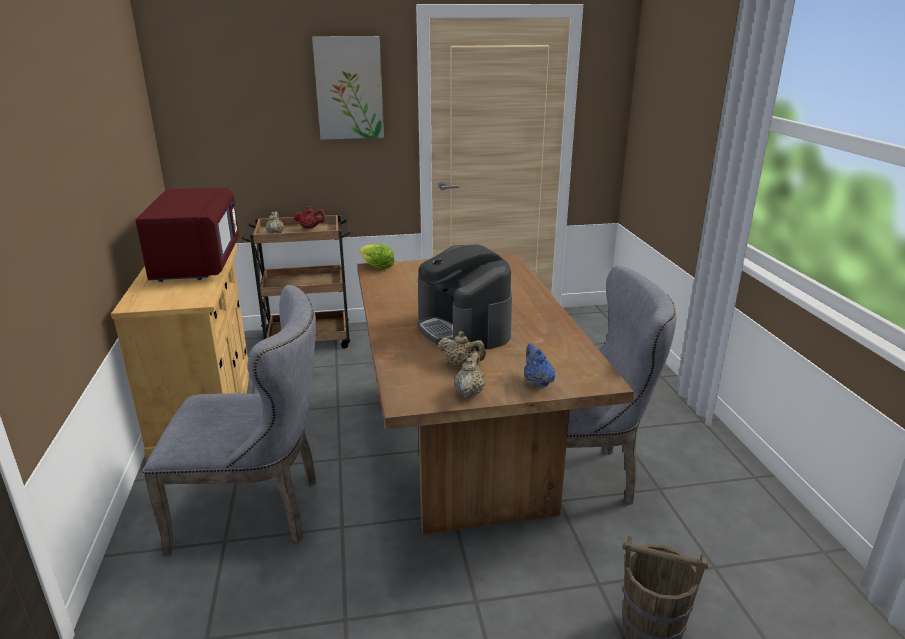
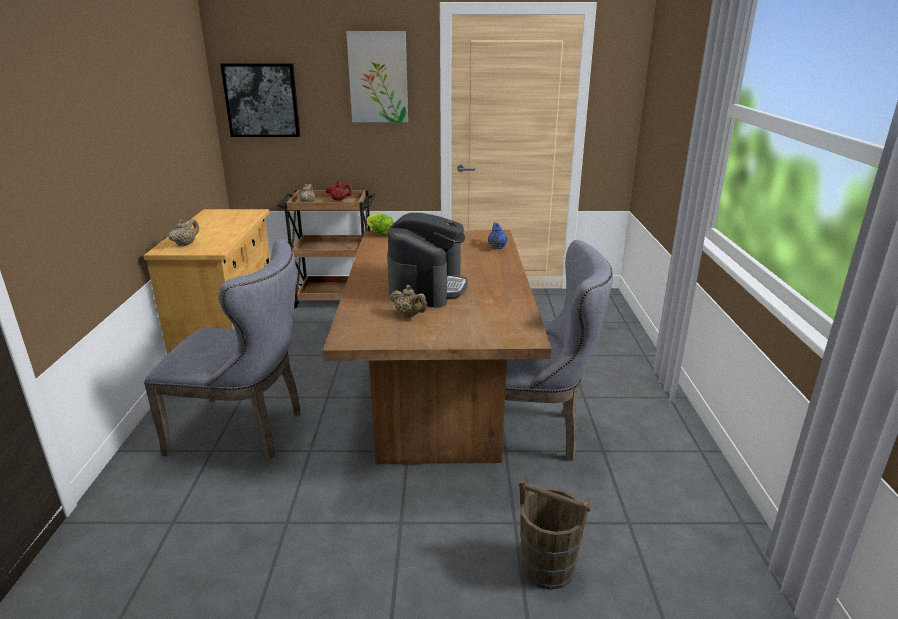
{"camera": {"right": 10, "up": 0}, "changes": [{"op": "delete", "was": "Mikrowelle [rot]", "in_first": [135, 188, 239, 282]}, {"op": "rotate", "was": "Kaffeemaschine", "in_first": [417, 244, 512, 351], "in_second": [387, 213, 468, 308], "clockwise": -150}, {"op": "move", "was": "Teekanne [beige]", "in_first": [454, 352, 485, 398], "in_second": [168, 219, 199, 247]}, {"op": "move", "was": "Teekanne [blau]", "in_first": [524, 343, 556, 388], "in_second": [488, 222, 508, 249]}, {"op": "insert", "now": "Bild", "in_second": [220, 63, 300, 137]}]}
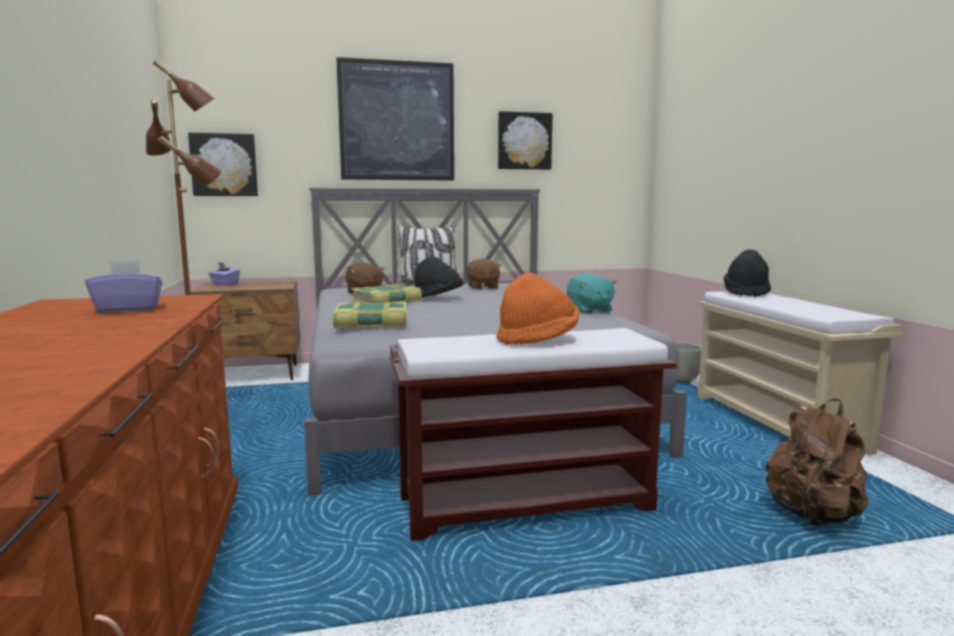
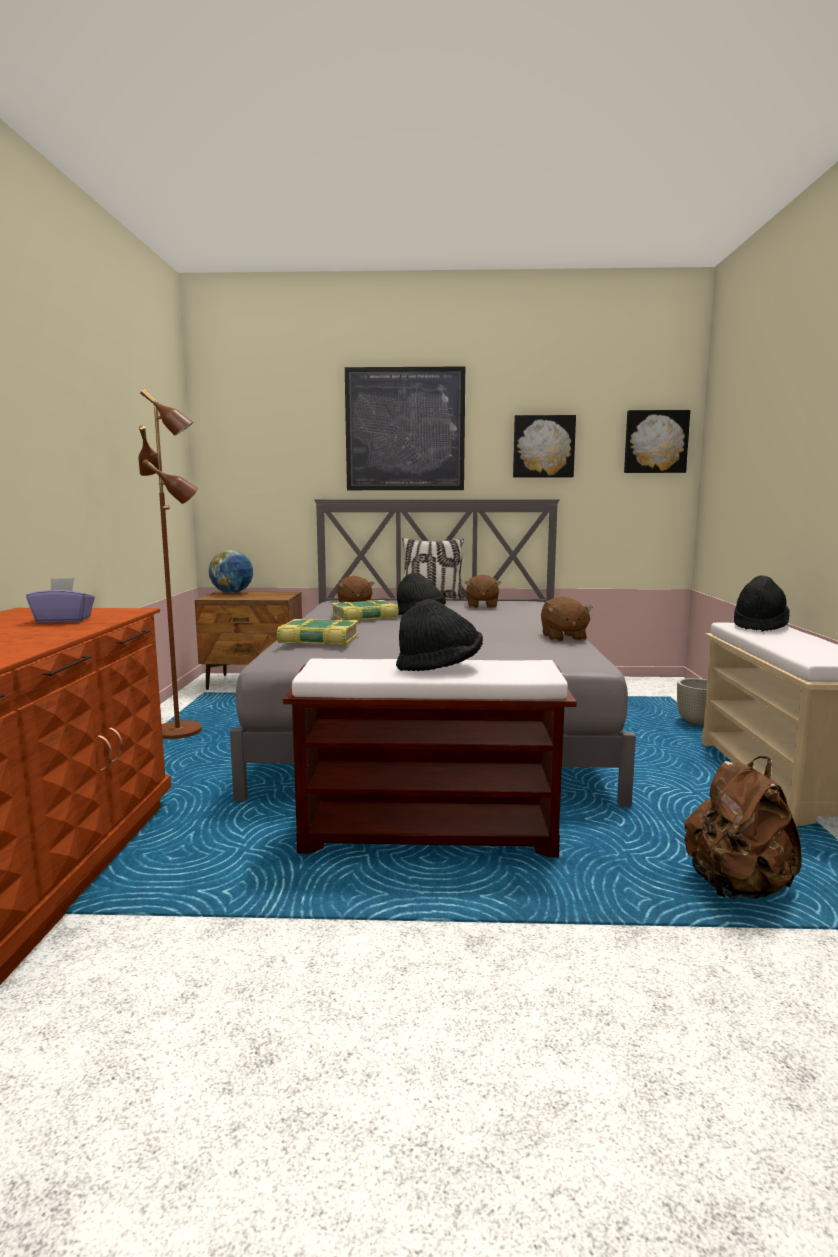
{"camera": {"right": 15, "up": 0}, "changes": [{"op": "move", "was": "Bild", "in_first": [188, 133, 258, 196], "in_second": [624, 410, 690, 473]}, {"op": "replace", "was": "Taschentuchbox [lila]", "now": "Globus", "in_first": [209, 262, 240, 286], "in_second": [209, 550, 253, 593]}, {"op": "recolor", "was": "Hut [orange]", "now": "Hut [schwarz]", "in_first": [496, 273, 579, 345], "in_second": [396, 599, 483, 671]}, {"op": "recolor", "was": "Plüschtier [türkis]", "now": "Plüschtier [braun]", "in_first": [566, 273, 617, 314], "in_second": [541, 597, 593, 641]}]}
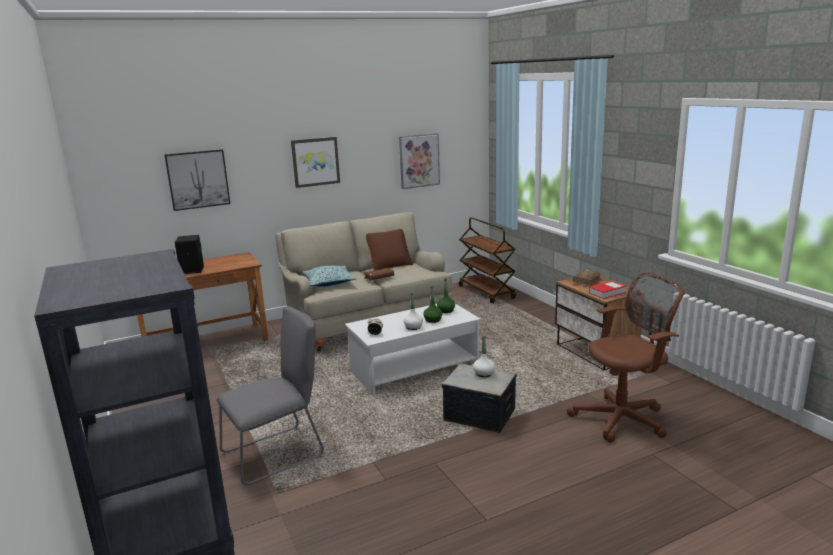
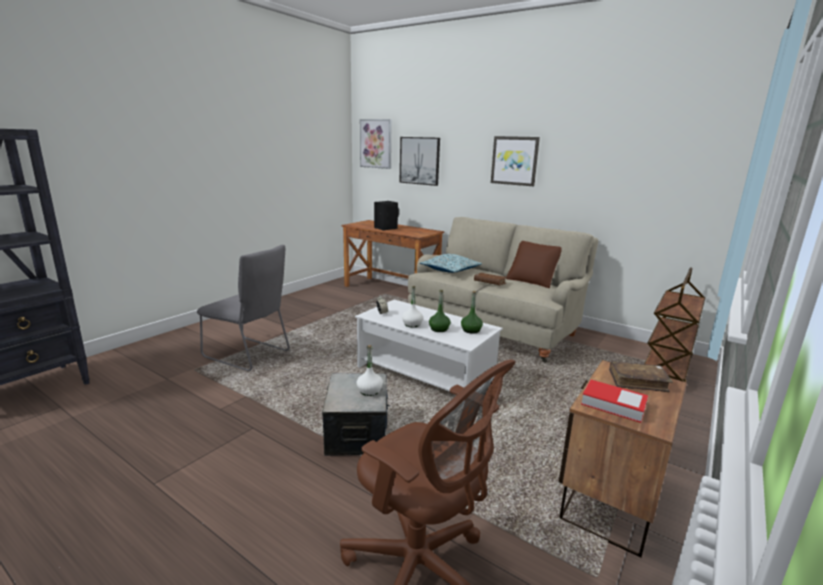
{"camera": {"right": 60, "up": 0}, "changes": [{"op": "move", "was": "Bild", "in_first": [399, 133, 440, 189], "in_second": [360, 119, 392, 169]}]}
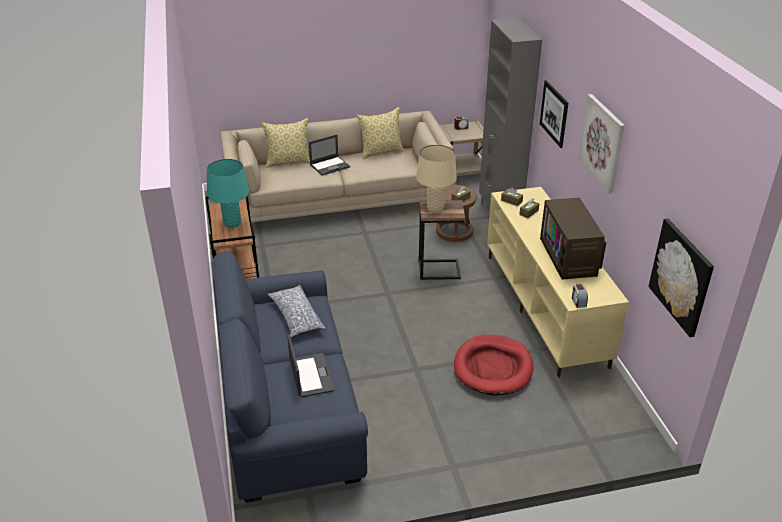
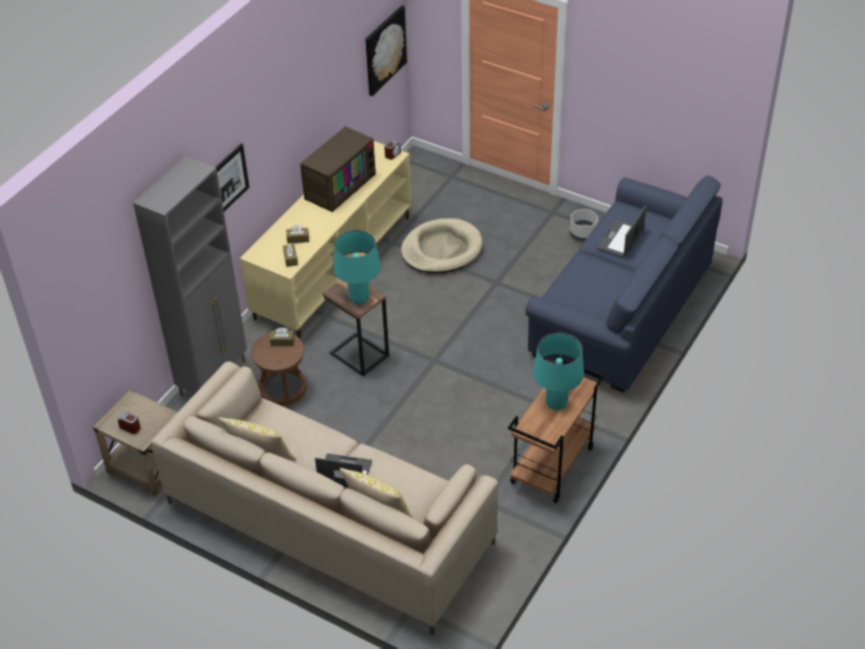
{"camera": {"right": -135, "up": 10}, "changes": [{"op": "delete", "was": "Kissen", "in_first": [267, 285, 326, 337]}, {"op": "recolor", "was": "Tischlampe [beige]", "now": "Tischlampe [türkis]", "in_first": [416, 145, 457, 213], "in_second": [333, 230, 381, 304]}, {"op": "recolor", "was": "Hundebett [rot]", "now": "Hundebett [beige]", "in_first": [454, 335, 534, 396], "in_second": [401, 218, 483, 274]}, {"op": "delete", "was": "Bild", "in_first": [578, 94, 625, 193]}, {"op": "insert", "now": "Pflanzkübel [grau]", "in_second": [570, 209, 598, 241]}]}
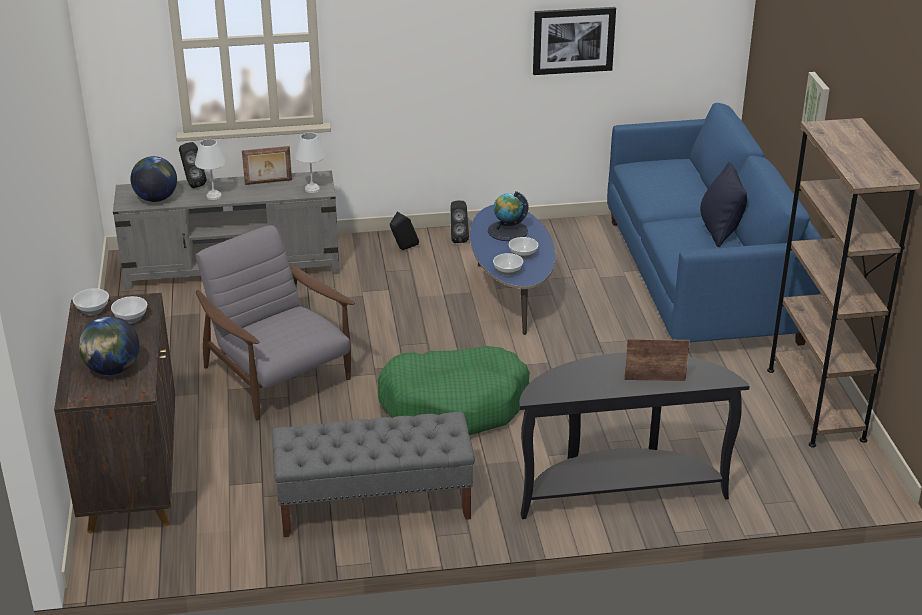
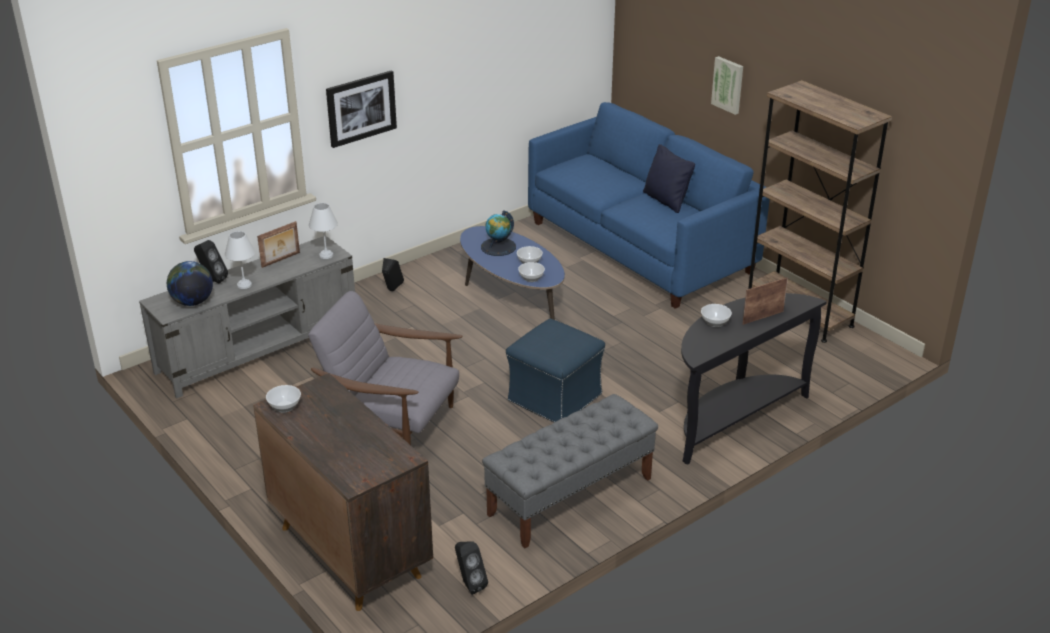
{"camera": {"right": -30, "up": 0}, "changes": [{"op": "delete", "was": "Globus", "in_first": [79, 316, 139, 375]}, {"op": "move", "was": "Schüssel", "in_first": [111, 296, 147, 324], "in_second": [701, 304, 732, 327]}, {"op": "replace", "was": "Hundebett [grün]", "now": "Polsterhocker [blau]", "in_first": [378, 346, 530, 435], "in_second": [506, 319, 605, 423]}, {"op": "move", "was": "Lautsprecher [schwarz]", "in_first": [451, 201, 469, 243], "in_second": [455, 542, 488, 595]}, {"op": "move", "was": "Bild", "in_first": [533, 7, 616, 75], "in_second": [326, 70, 397, 148]}]}
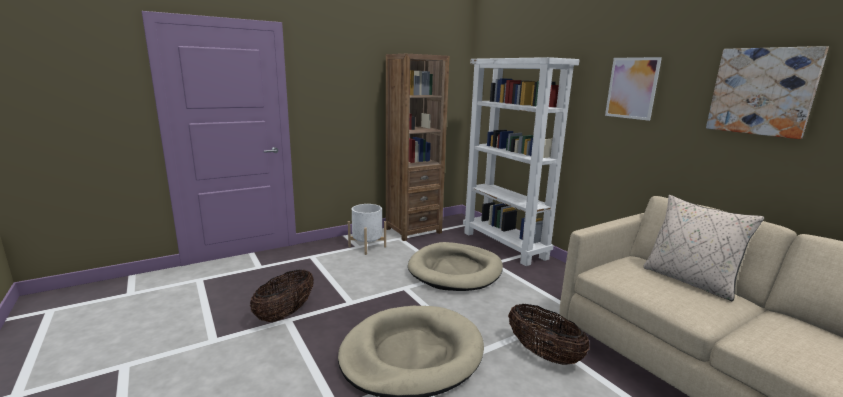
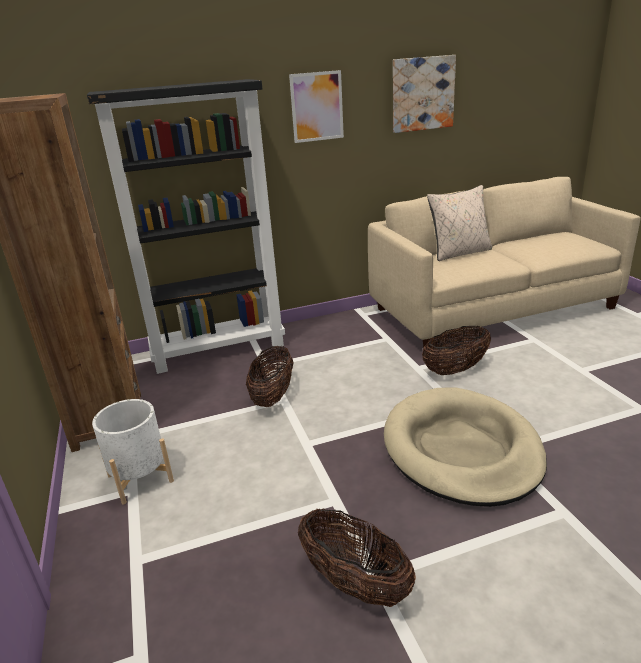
{"camera": {"right": -75, "up": 10}, "changes": [{"op": "replace", "was": "Hundebett [beige]", "now": "Korb", "in_first": [408, 242, 503, 291], "in_second": [246, 346, 293, 407]}, {"op": "recolor", "was": "Bücherregal [weiß]", "now": "Bücherregal [schwarz]", "in_first": [463, 57, 580, 266], "in_second": [87, 79, 285, 374]}]}
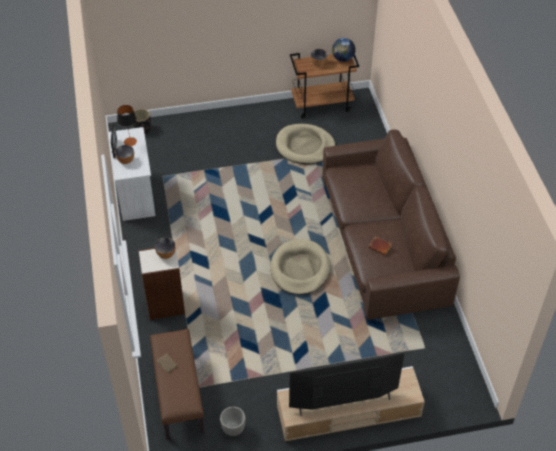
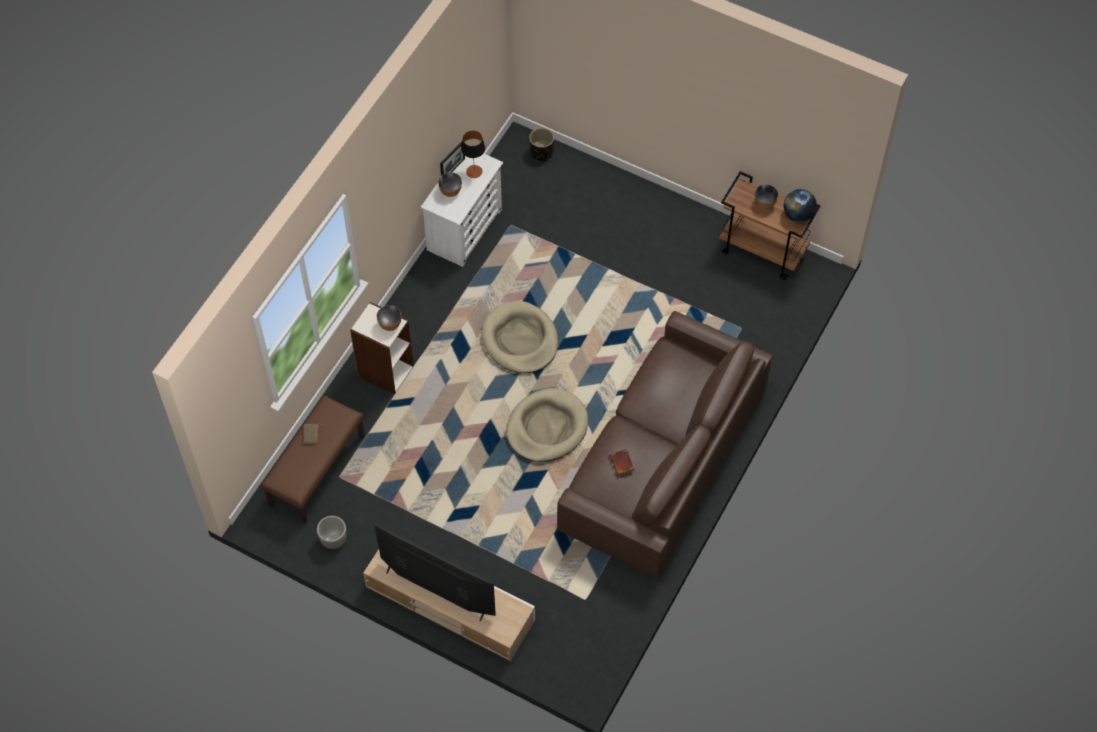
{"camera": {"right": 40, "up": 10}, "changes": [{"op": "move", "was": "Hundebett [beige]", "in_first": [276, 124, 335, 165], "in_second": [481, 301, 559, 373]}]}
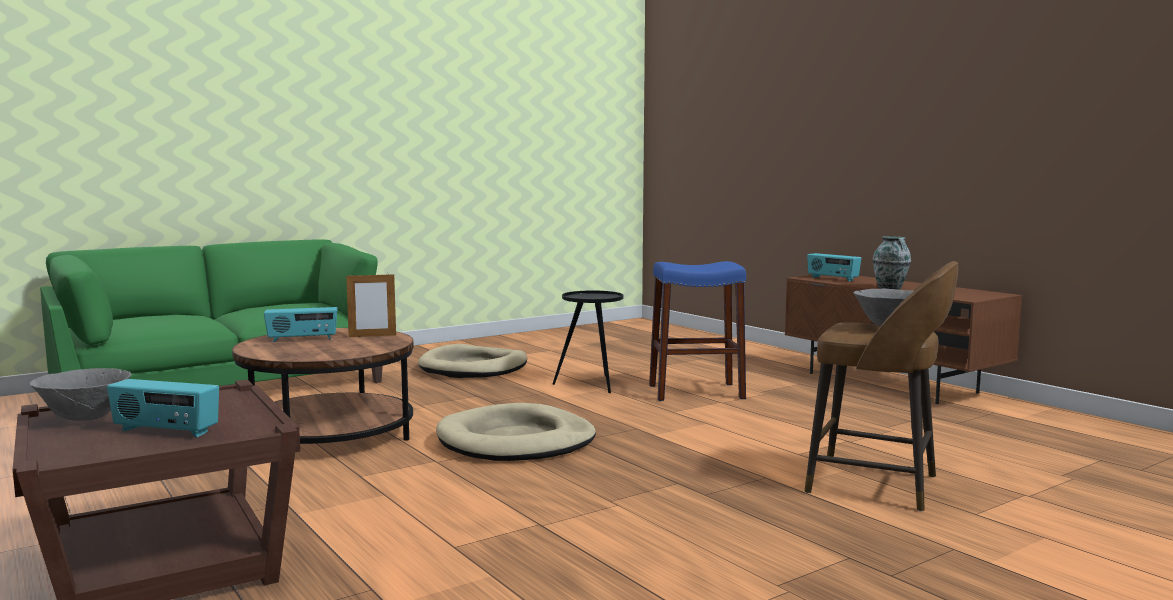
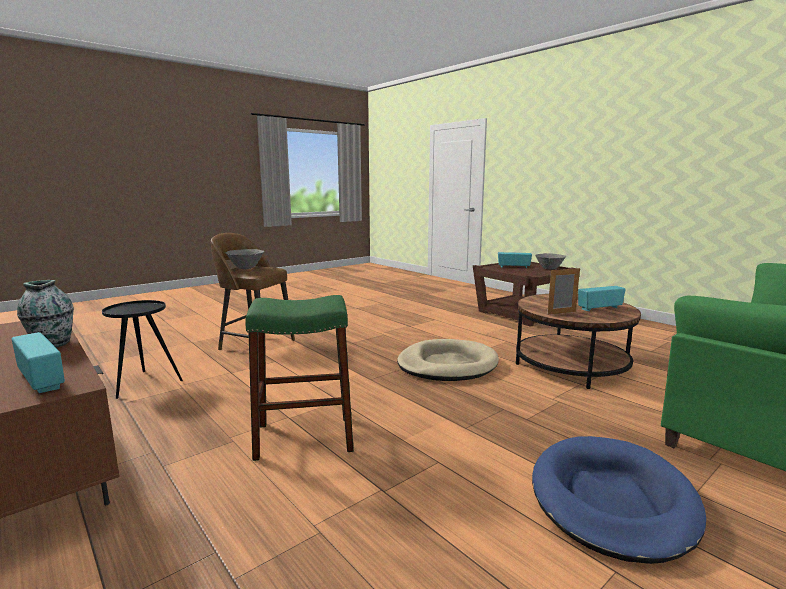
{"camera": {"right": 175, "up": 5}, "changes": [{"op": "recolor", "was": "Hundebett [beige]", "now": "Hundebett [blau]", "in_first": [418, 344, 527, 378], "in_second": [532, 436, 706, 564]}, {"op": "move", "was": "Beistelltisch [schwarz]", "in_first": [553, 291, 623, 393], "in_second": [102, 300, 183, 399]}, {"op": "recolor", "was": "Hocker [blau]", "now": "Hocker [grün]", "in_first": [649, 261, 746, 401], "in_second": [245, 295, 354, 461]}]}
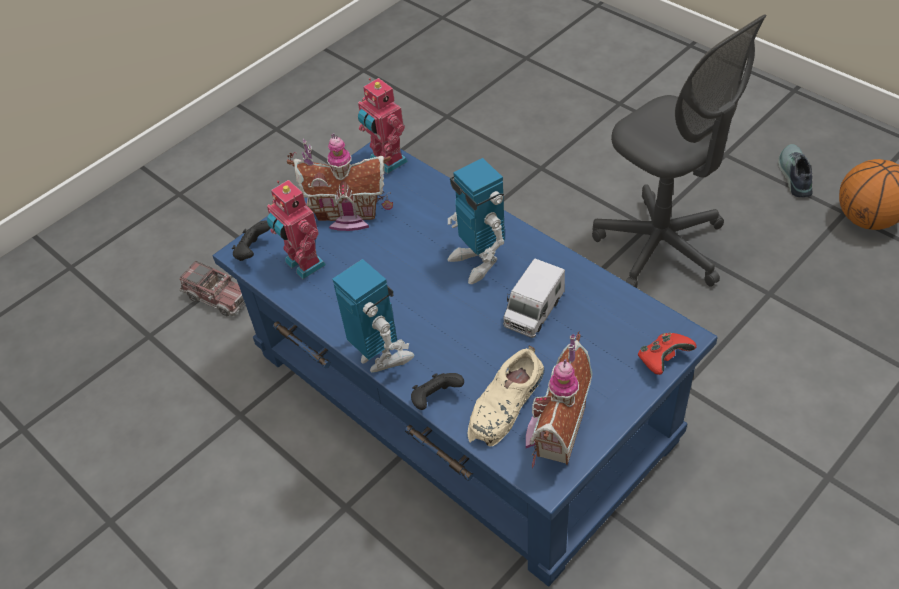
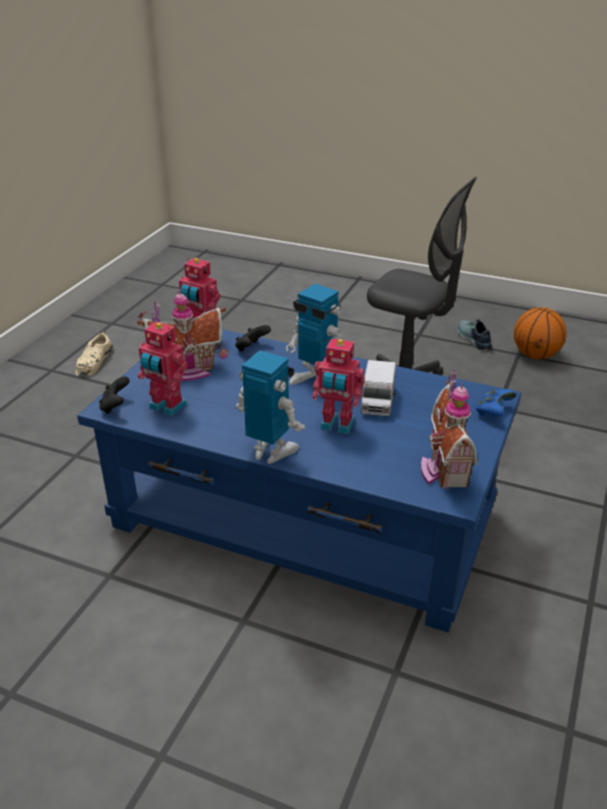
{"camera": {"right": -25, "up": -15}, "changes": [{"op": "delete", "was": "Spielzeuglaster", "in_first": [179, 261, 245, 316]}, {"op": "move", "was": "Gamepad [schwarz]", "in_first": [411, 373, 464, 410], "in_second": [235, 325, 271, 352]}, {"op": "move", "was": "Schuh [beige]", "in_first": [468, 346, 544, 447], "in_second": [76, 330, 113, 376]}, {"op": "recolor", "was": "Gamepad [rot]", "now": "Gamepad [blau]", "in_first": [638, 332, 697, 375], "in_second": [476, 389, 517, 417]}, {"op": "insert", "now": "Spielzeugroboter", "in_second": [313, 339, 365, 434]}]}
